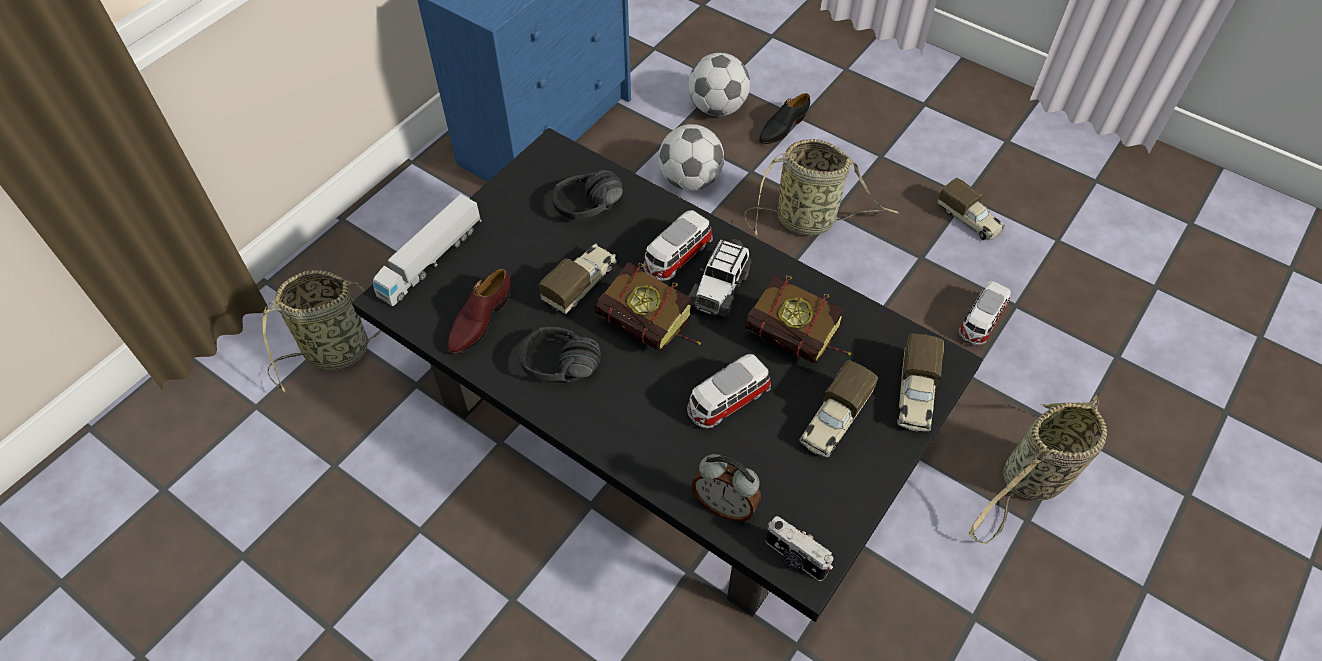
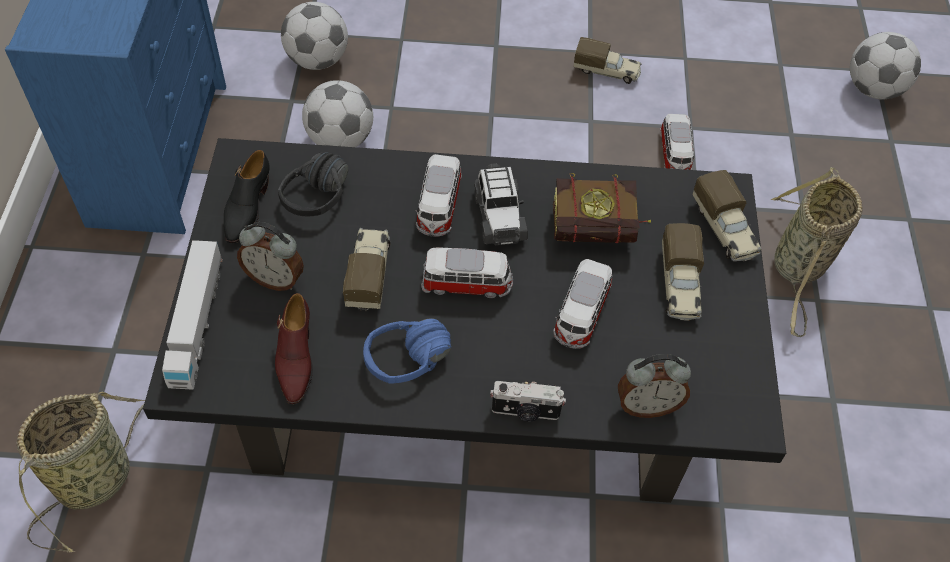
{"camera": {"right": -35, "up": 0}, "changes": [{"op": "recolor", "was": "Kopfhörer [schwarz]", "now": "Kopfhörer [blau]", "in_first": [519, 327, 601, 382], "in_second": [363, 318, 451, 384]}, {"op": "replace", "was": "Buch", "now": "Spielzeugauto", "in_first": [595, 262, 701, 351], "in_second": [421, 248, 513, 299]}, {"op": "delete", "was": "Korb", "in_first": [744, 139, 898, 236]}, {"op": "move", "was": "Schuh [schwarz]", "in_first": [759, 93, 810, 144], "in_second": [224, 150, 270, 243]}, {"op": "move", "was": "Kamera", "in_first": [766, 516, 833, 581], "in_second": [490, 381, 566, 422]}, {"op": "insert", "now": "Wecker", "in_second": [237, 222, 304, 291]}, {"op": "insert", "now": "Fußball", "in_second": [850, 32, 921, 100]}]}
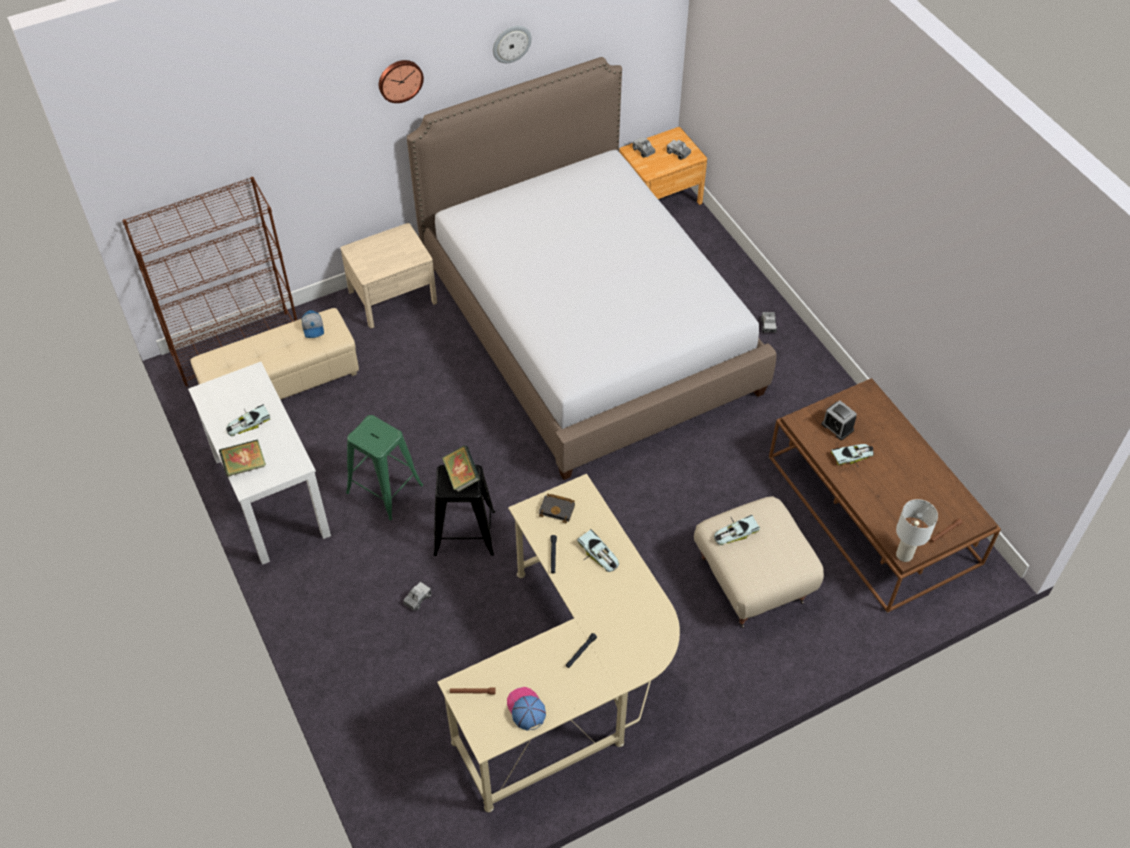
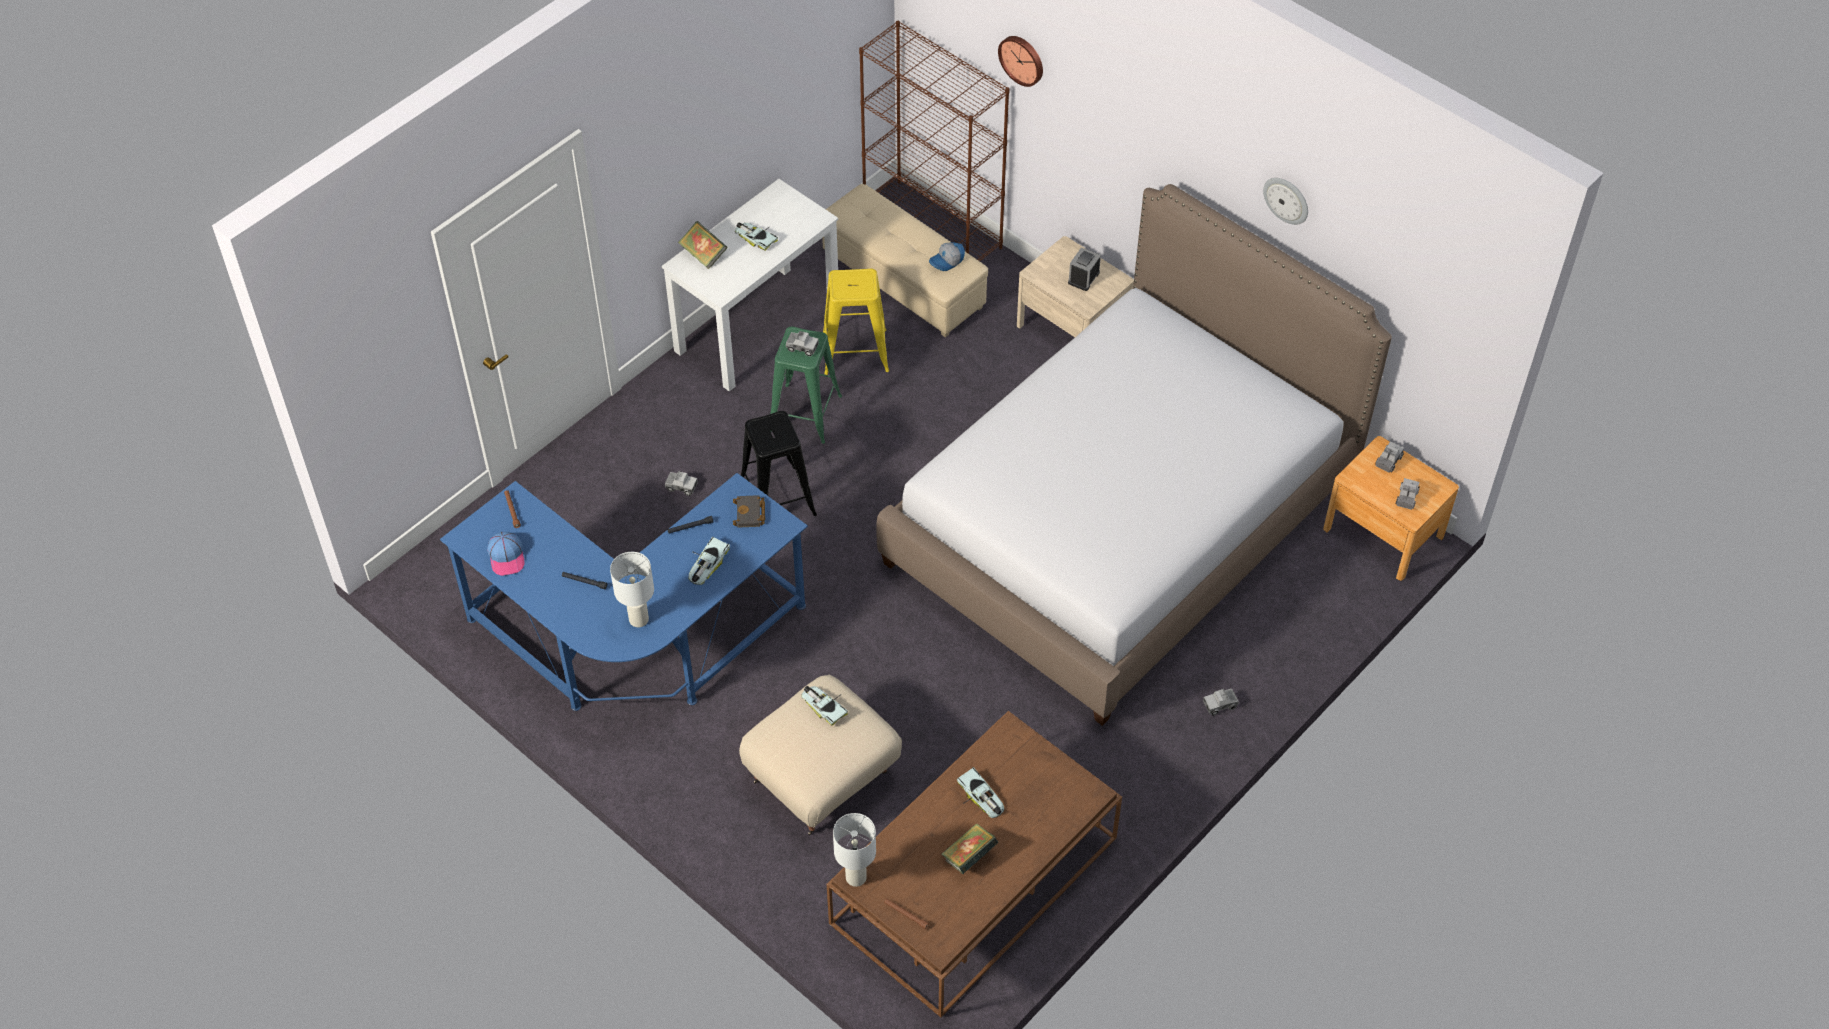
{"camera": {"right": 70, "up": 0}, "changes": [{"op": "move", "was": "Wanduhr", "in_first": [379, 60, 424, 103], "in_second": [998, 36, 1043, 87]}, {"op": "recolor", "was": "Schreibtisch [beige]", "now": "Schreibtisch [blau]", "in_first": [437, 474, 680, 812], "in_second": [440, 473, 808, 711]}, {"op": "move", "was": "Buch", "in_first": [442, 445, 480, 492], "in_second": [941, 823, 998, 874]}, {"op": "rotate", "was": "Kappe", "in_first": [507, 687, 546, 730], "in_second": [487, 532, 525, 576], "clockwise": 120}, {"op": "move", "was": "Wecker", "in_first": [821, 400, 857, 440], "in_second": [1068, 247, 1101, 291]}, {"op": "insert", "now": "Tischlampe [weiß]", "in_second": [610, 552, 654, 627]}, {"op": "insert", "now": "Spielzeuglaster", "in_second": [786, 331, 819, 356]}, {"op": "insert", "now": "Hocker [gelb]", "in_second": [823, 268, 889, 375]}]}
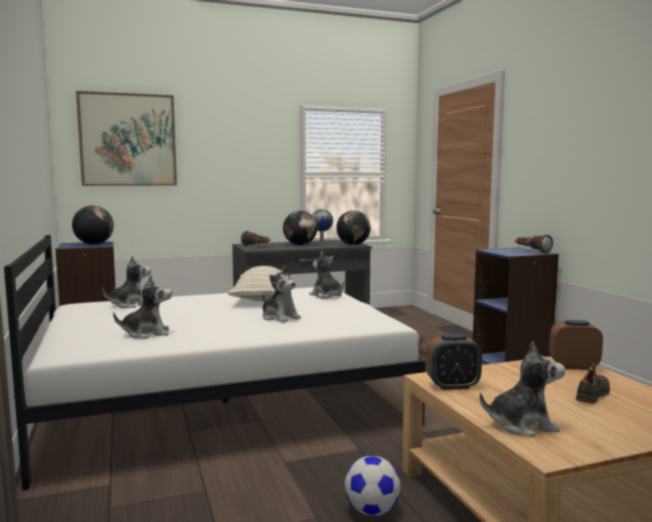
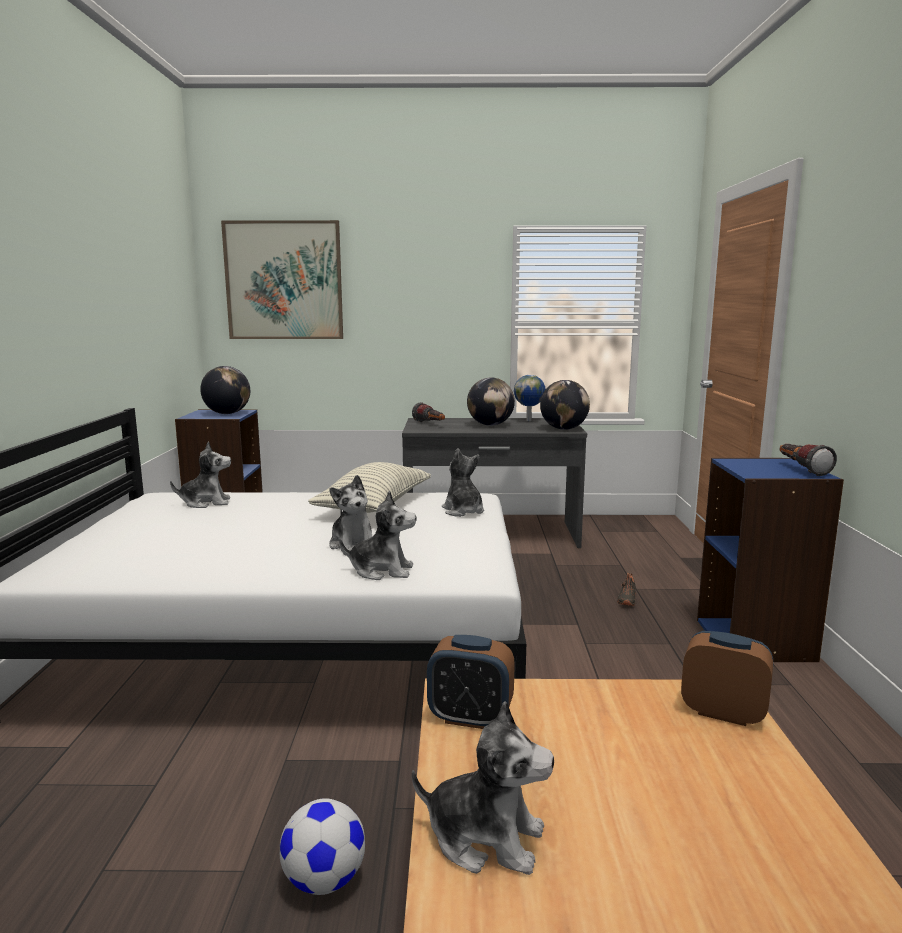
{"camera": {"right": 20, "up": 5}, "changes": [{"op": "move", "was": "Plüschtier", "in_first": [113, 275, 172, 339], "in_second": [339, 491, 417, 580]}, {"op": "delete", "was": "Schuh [schwarz]", "in_first": [576, 364, 610, 404]}]}
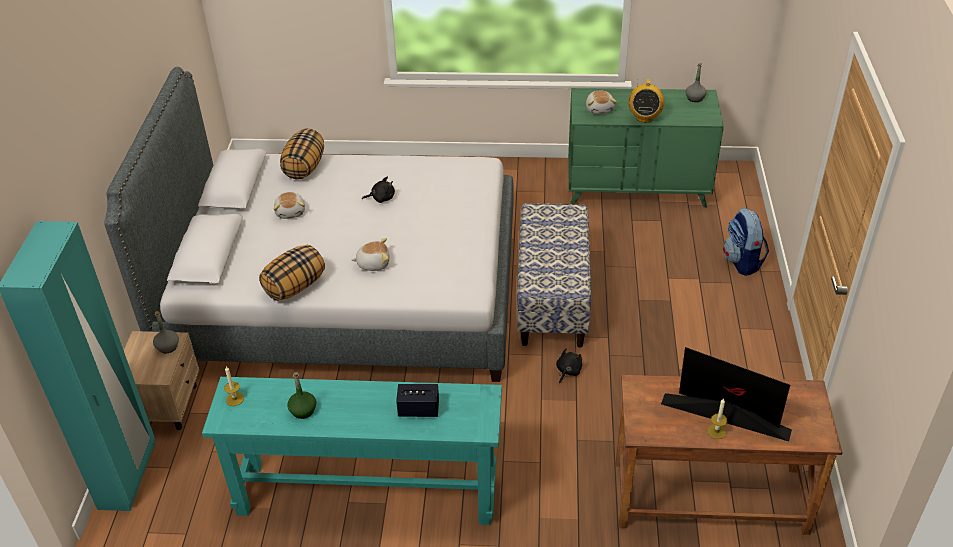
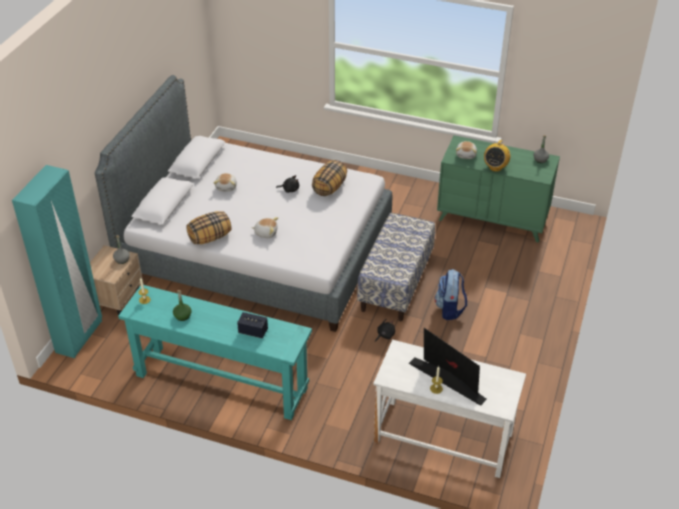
{"camera": {"right": 15, "up": 0}, "changes": [{"op": "move", "was": "Kissen", "in_first": [280, 129, 324, 179], "in_second": [312, 160, 347, 196]}, {"op": "recolor", "was": "Schreibtisch [braun]", "now": "Schreibtisch [weiß]", "in_first": [616, 375, 842, 535], "in_second": [373, 340, 526, 478]}, {"op": "move", "was": "Rucksack", "in_first": [723, 208, 769, 276], "in_second": [435, 269, 467, 320]}]}
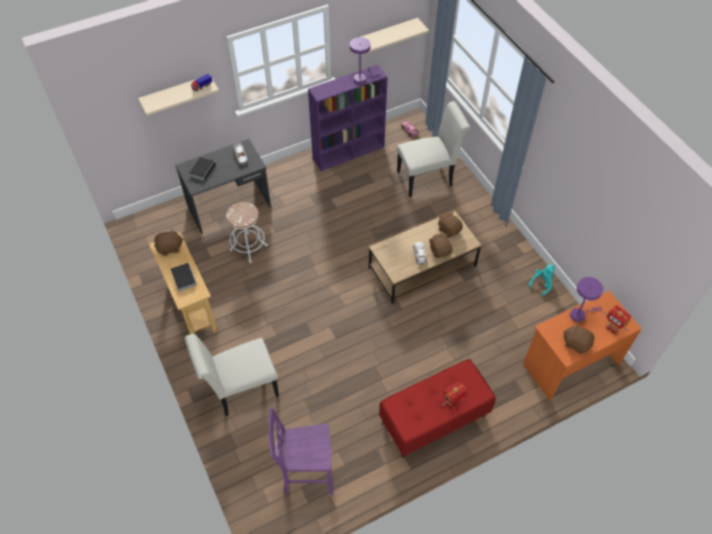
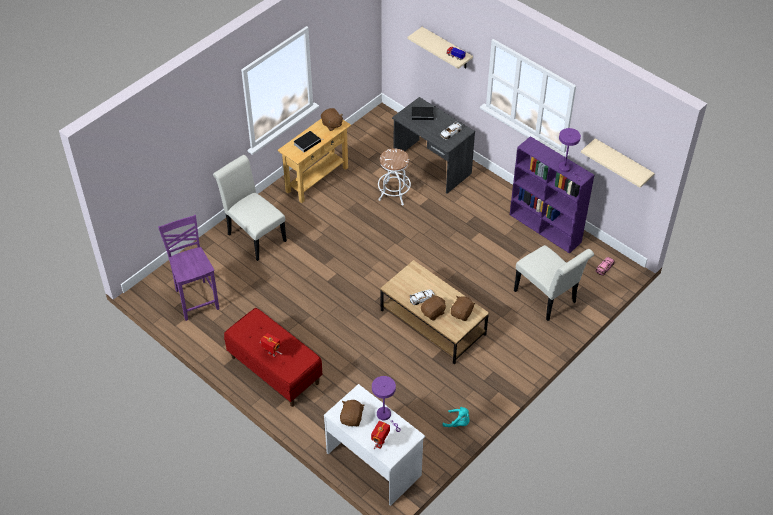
{"camera": {"right": 70, "up": -5}, "changes": [{"op": "recolor", "was": "Schreibtisch [orange]", "now": "Schreibtisch [weiß]", "in_first": [523, 291, 642, 401], "in_second": [324, 384, 425, 506]}]}
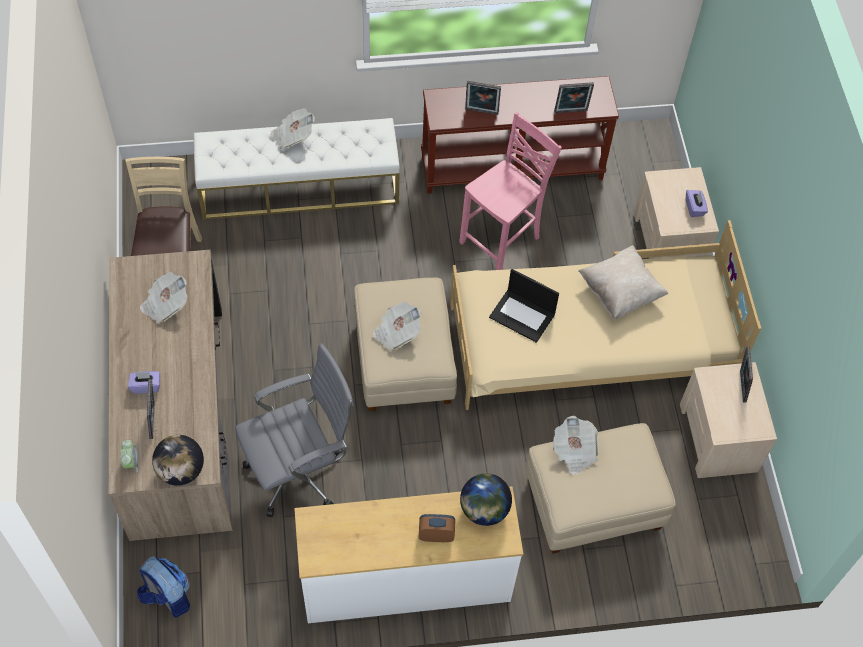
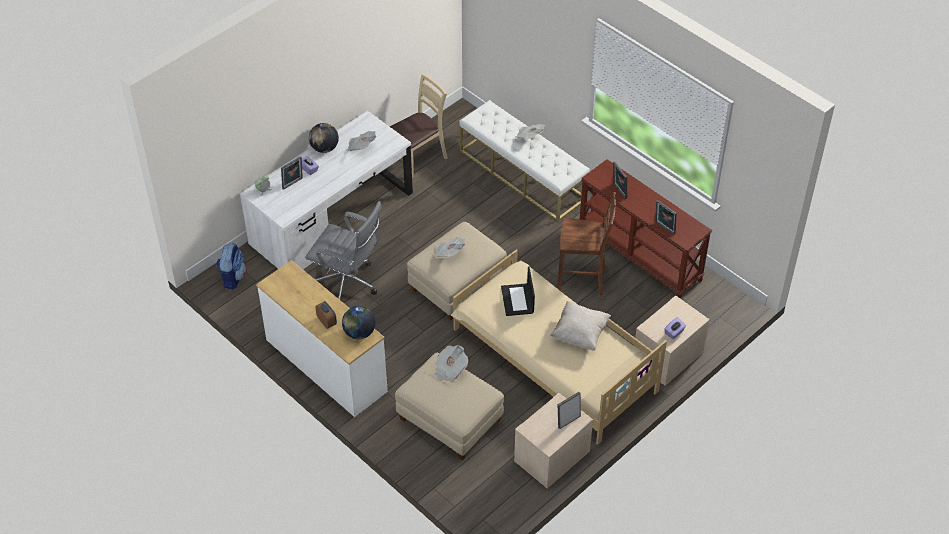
{"camera": {"right": 55, "up": -10}, "changes": [{"op": "recolor", "was": "Schreibtisch [braun]", "now": "Schreibtisch [weiß]", "in_first": [109, 250, 233, 541], "in_second": [240, 111, 413, 269]}, {"op": "move", "was": "Globus", "in_first": [152, 435, 204, 486], "in_second": [309, 123, 339, 153]}, {"op": "recolor", "was": "Stuhl [rosa]", "now": "Stuhl [braun]", "in_first": [459, 112, 562, 270], "in_second": [557, 192, 616, 296]}]}
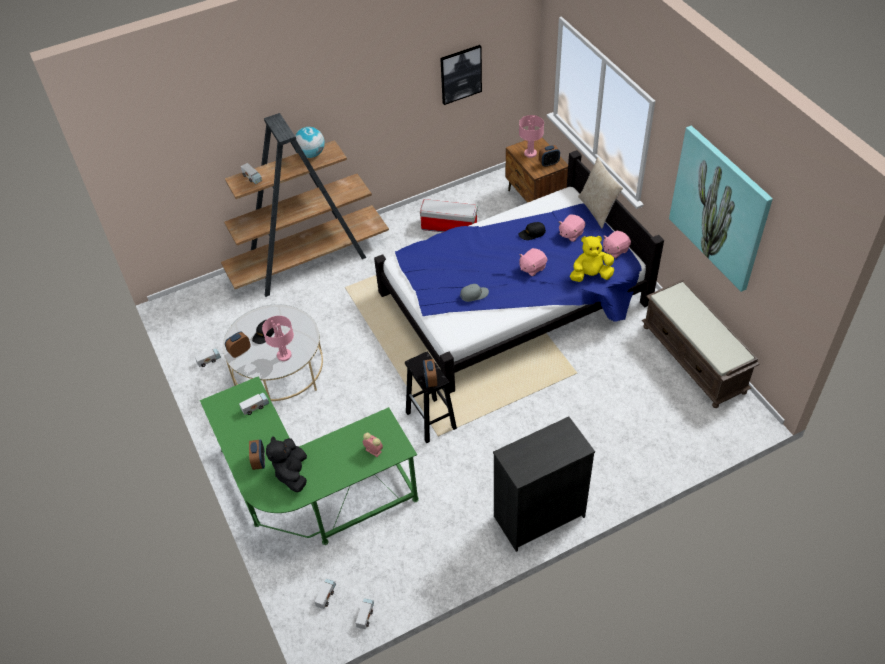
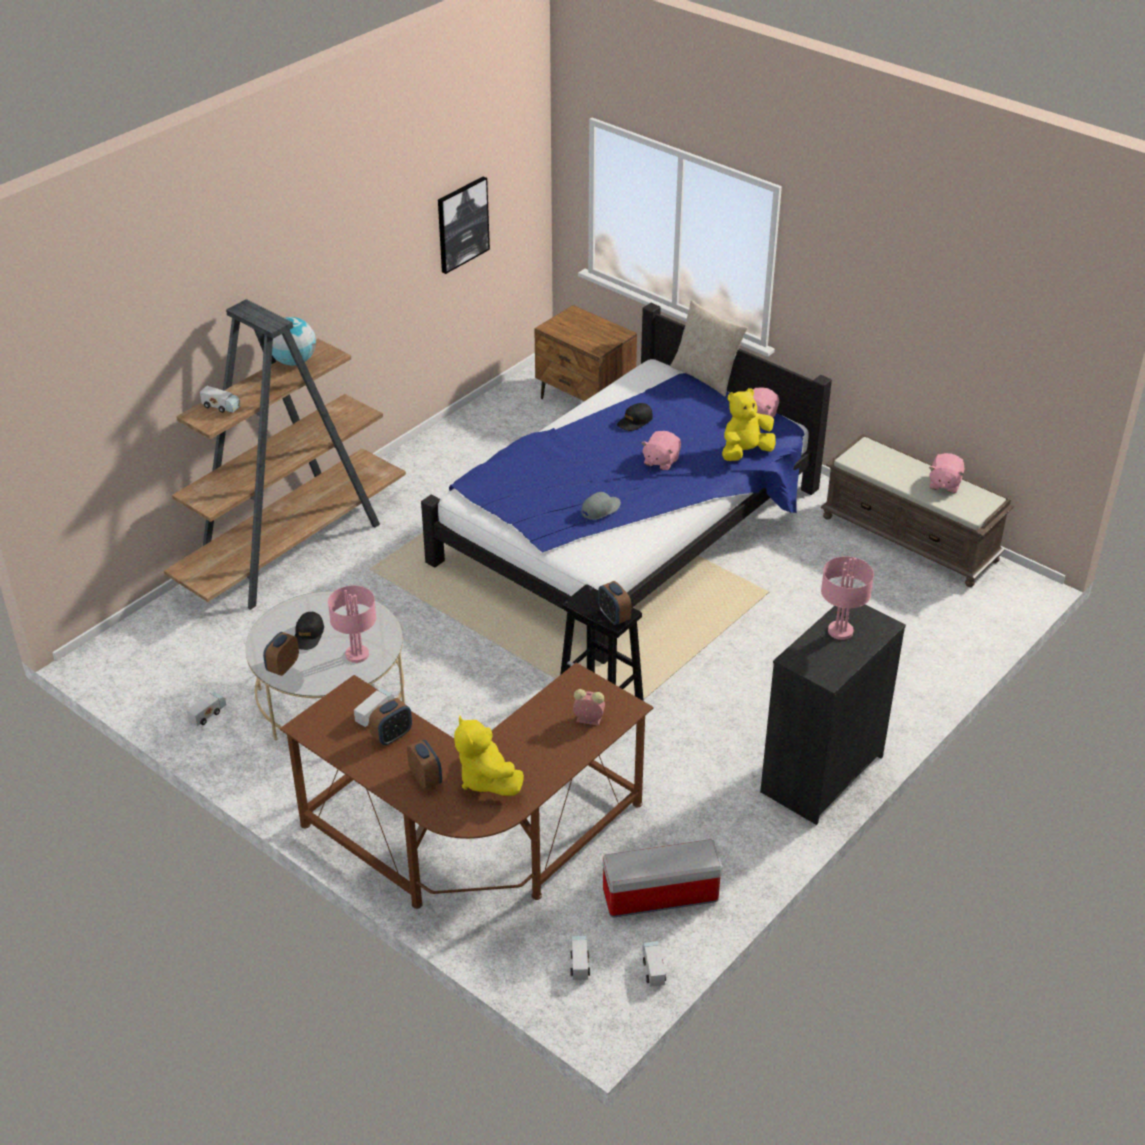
{"camera": {"right": -25, "up": -10}, "changes": [{"op": "recolor", "was": "Schreibtisch [grün]", "now": "Schreibtisch [braun]", "in_first": [200, 376, 419, 545], "in_second": [280, 662, 654, 909]}, {"op": "recolor", "was": "Plüschtier [schwarz]", "now": "Plüschtier [gelb]", "in_first": [266, 436, 307, 492], "in_second": [454, 716, 524, 796]}, {"op": "move", "was": "Aufbewahrungsbox", "in_first": [420, 199, 477, 232], "in_second": [603, 839, 723, 918]}, {"op": "move", "was": "Tischlampe [rosa]", "in_first": [519, 115, 544, 158], "in_second": [821, 556, 874, 640]}, {"op": "move", "was": "Wecker", "in_first": [539, 145, 560, 167], "in_second": [369, 698, 412, 745]}, {"op": "move", "was": "Plüschtier [rosa]", "in_first": [559, 214, 585, 242], "in_second": [929, 453, 964, 493]}, {"op": "delete", "was": "Bild", "in_first": [669, 126, 773, 292]}]}
